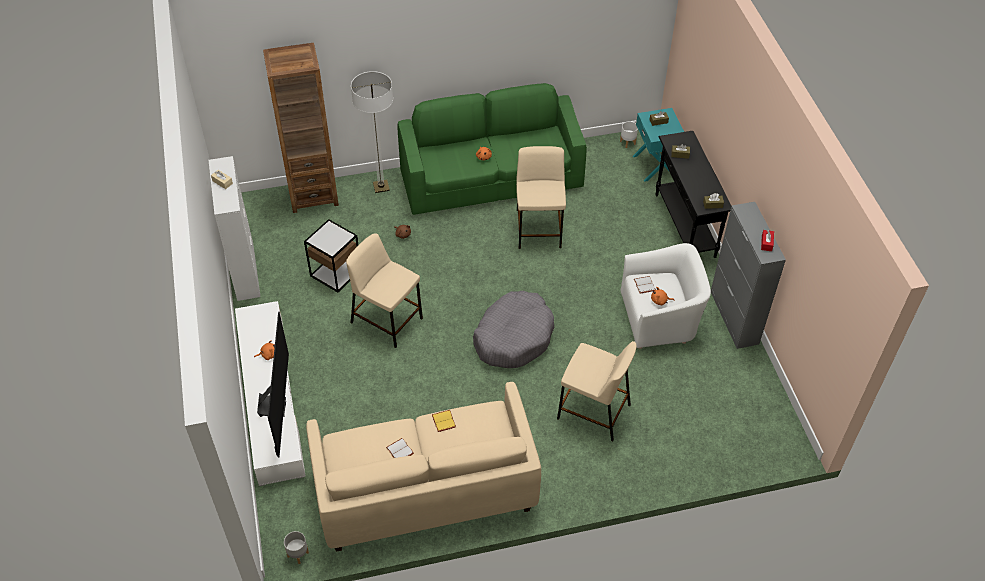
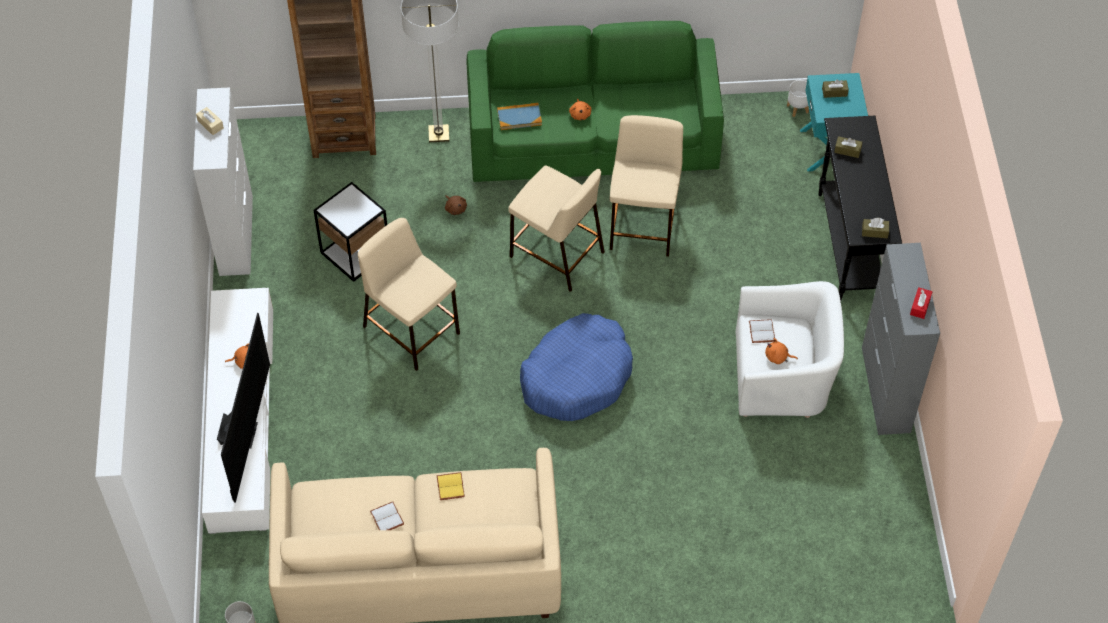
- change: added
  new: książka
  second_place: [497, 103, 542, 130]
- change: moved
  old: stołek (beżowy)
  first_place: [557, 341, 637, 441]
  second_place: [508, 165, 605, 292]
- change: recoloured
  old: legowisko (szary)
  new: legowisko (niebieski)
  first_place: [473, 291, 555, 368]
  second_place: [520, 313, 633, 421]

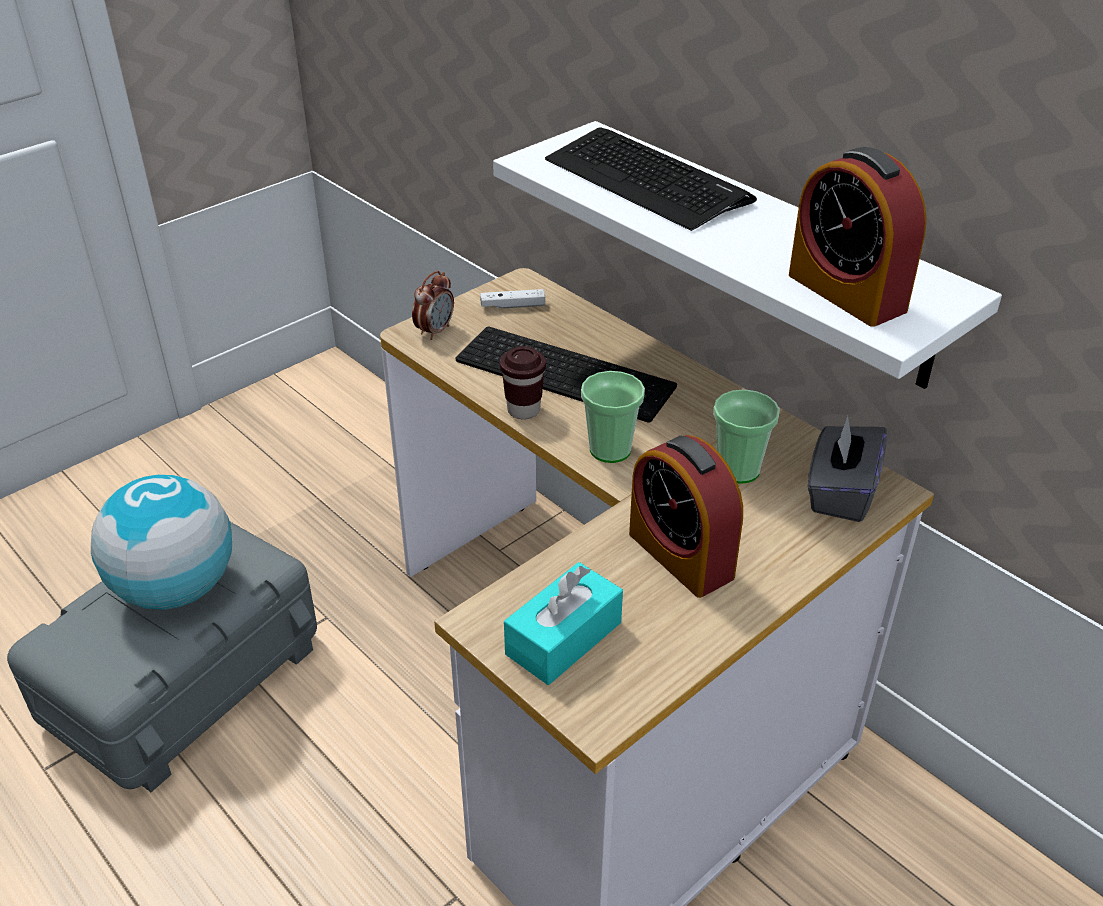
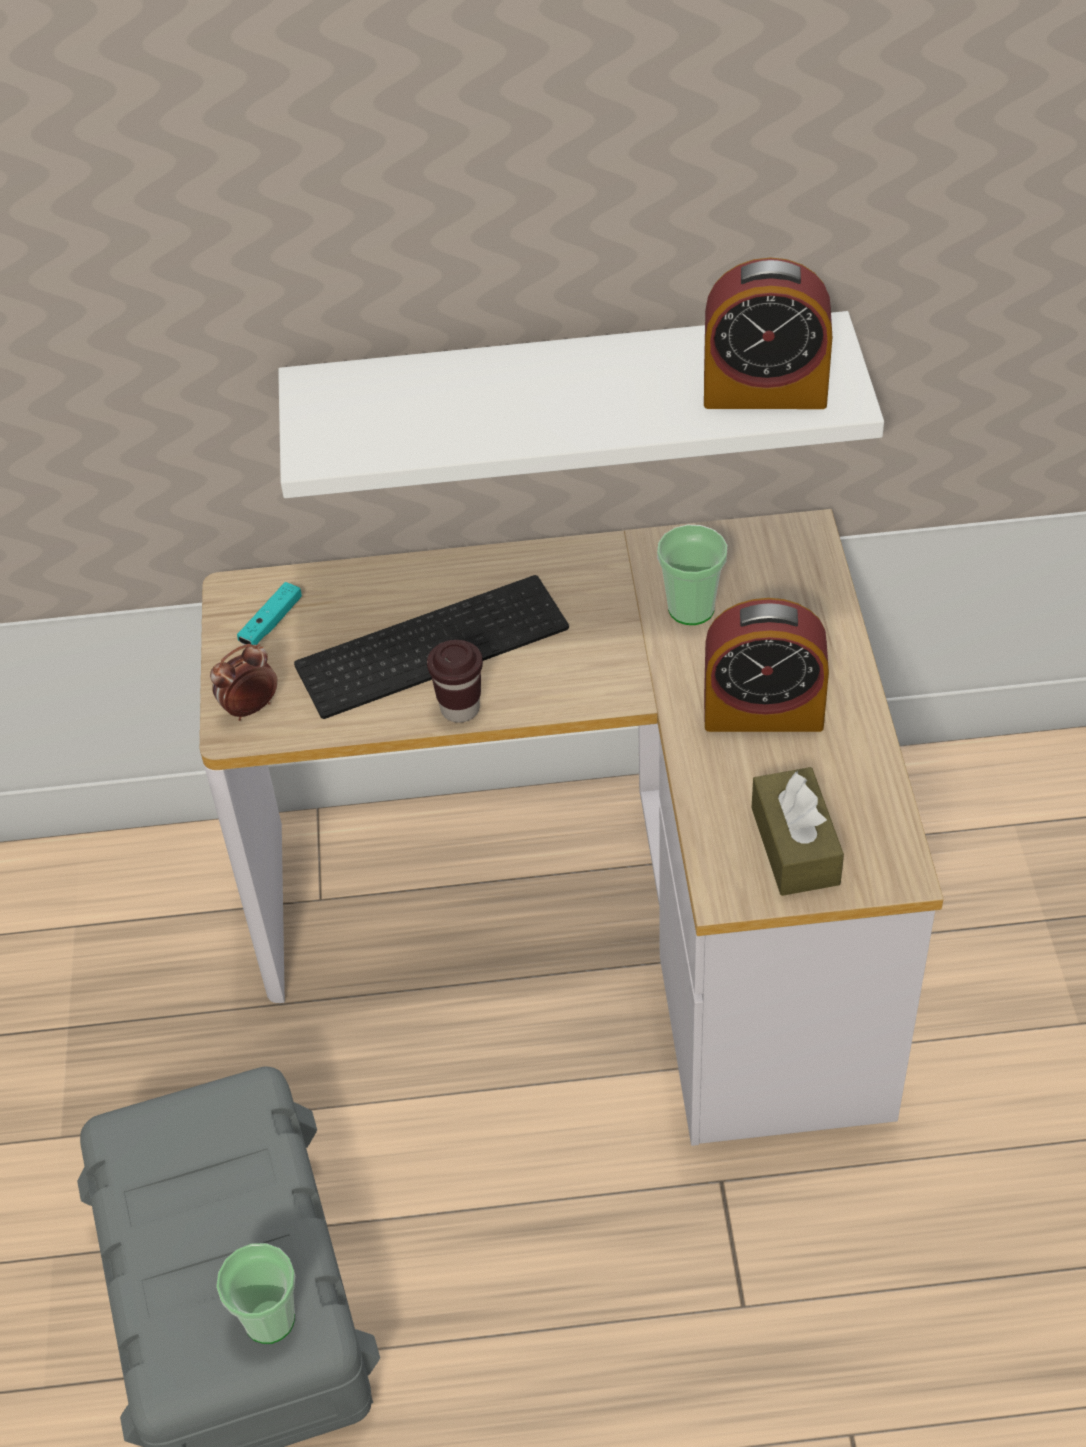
- change: removed
  old: globus
  first_place: [91, 475, 232, 610]
- change: removed
  old: klawiatura
  first_place: [545, 127, 757, 231]
- change: removed
  old: pudełko chusteczek (szary)
  first_place: [808, 416, 887, 522]
- change: moved
  old: filiżanka
  first_place: [581, 371, 645, 463]
  second_place: [216, 1243, 295, 1344]
- change: recoloured
  old: pad do gier (biały)
  new: pad do gier (turkusowy)
  first_place: [480, 289, 545, 309]
  second_place: [237, 582, 302, 645]
- change: recoloured
  old: pudełko chusteczek (turkusowy)
  new: pudełko chusteczek (brązowy)
  first_place: [504, 562, 623, 685]
  second_place: [752, 767, 844, 896]
- change: turned
  old: budzik
  first_place: [412, 271, 454, 340]
  second_place: [210, 644, 278, 721]
  degrees: -105

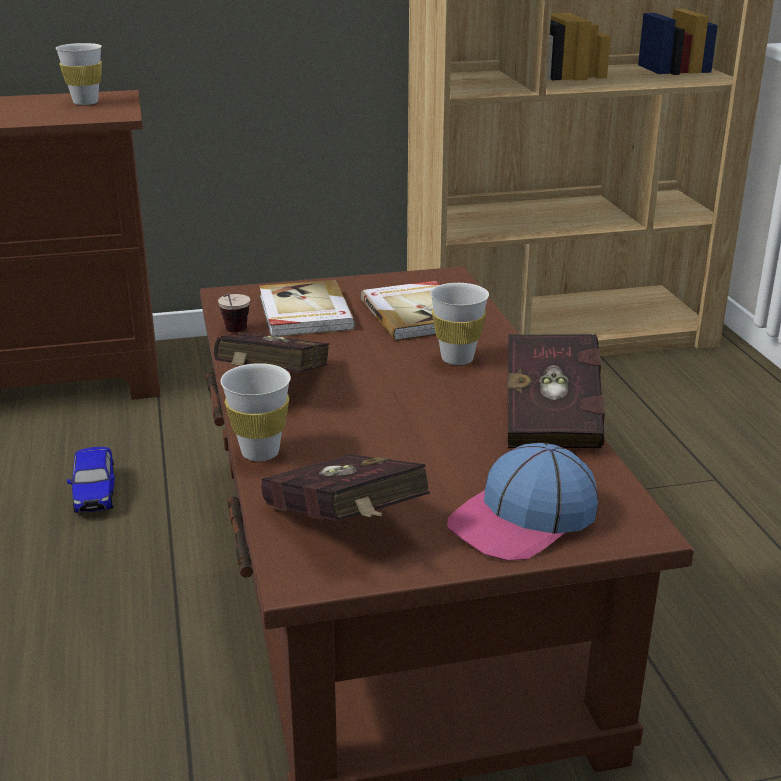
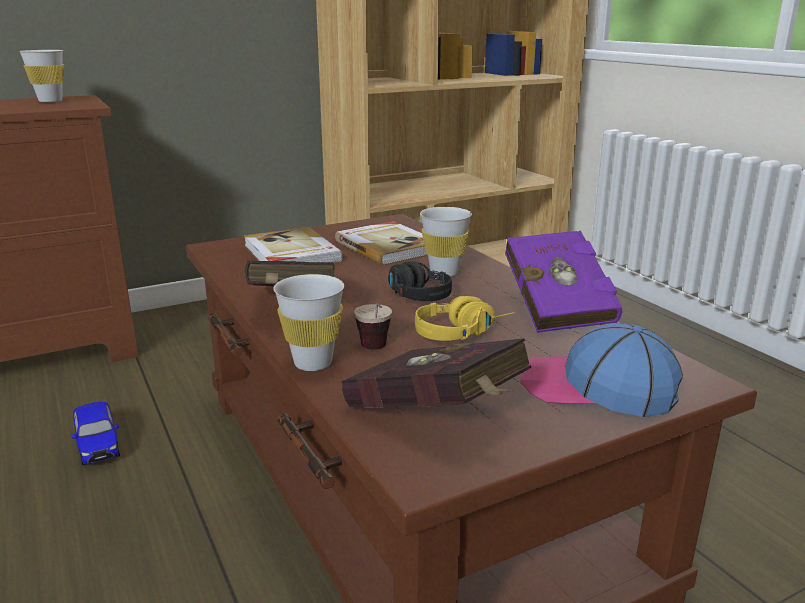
- change: added
  new: słuchawki (czarny)
  second_place: [388, 261, 452, 301]
- change: added
  new: słuchawki (żółty)
  second_place: [415, 296, 514, 341]
- change: moved
  old: filiżanka
  first_place: [218, 293, 250, 332]
  second_place: [354, 304, 392, 350]
- change: recoloured
  old: książka (czerwony)
  new: książka (fioletowy)
  first_place: [508, 333, 605, 448]
  second_place: [505, 231, 623, 333]
- change: turned
  old: czapka z daszkiem
  first_place: [447, 443, 599, 561]
  second_place: [520, 323, 683, 417]
  degrees: 75

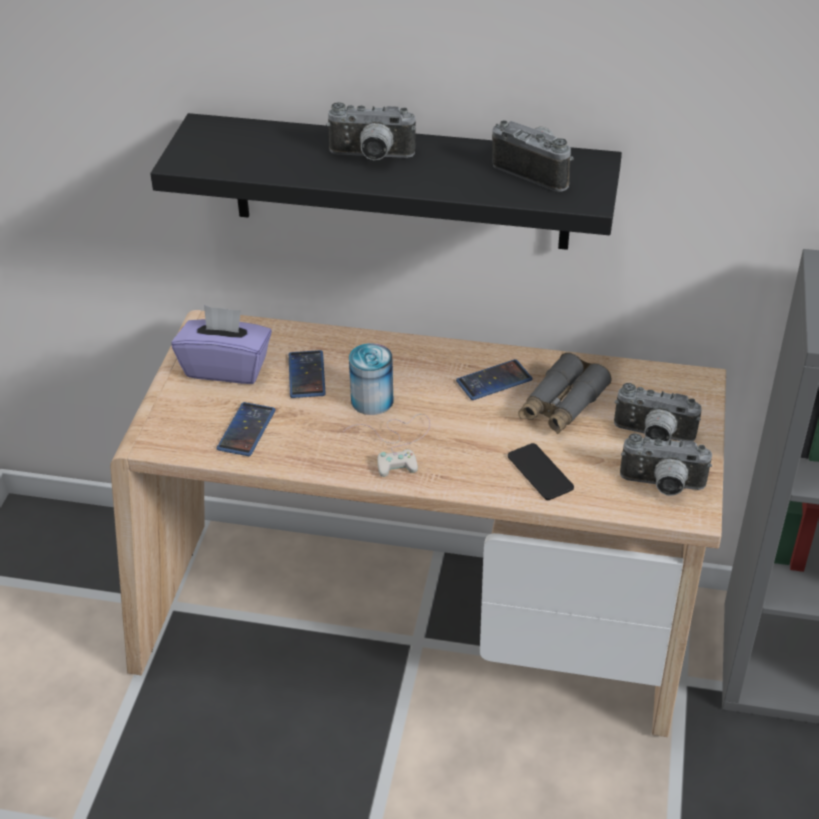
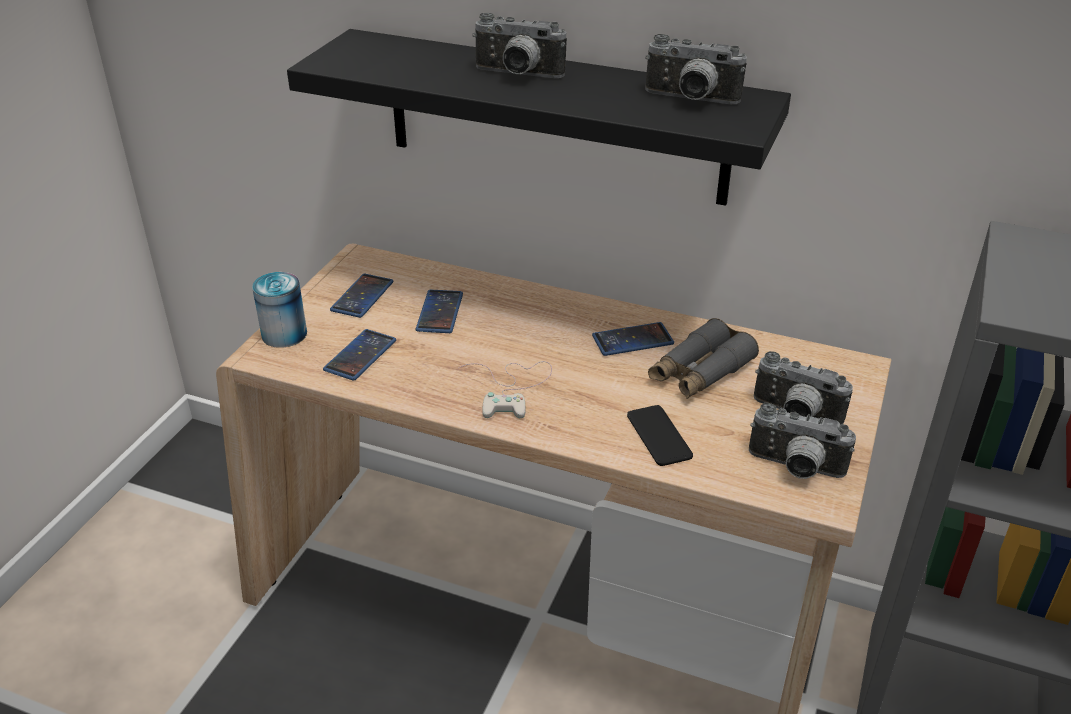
- change: moved
  old: puszka
  first_place: [349, 343, 394, 415]
  second_place: [252, 272, 307, 348]
- change: replaced
  old: pudełko chusteczek (fioletowy)
  new: telefon
  first_place: [171, 305, 272, 384]
  second_place: [330, 273, 393, 318]
- change: turned
  old: aparat fotograficzny
  first_place: [492, 120, 574, 191]
  second_place: [645, 34, 747, 104]
  degrees: 150

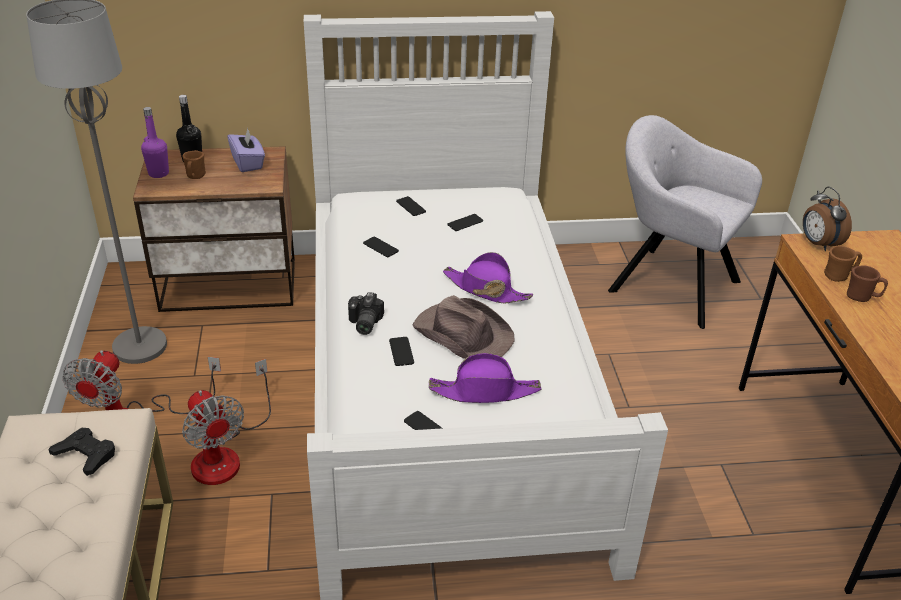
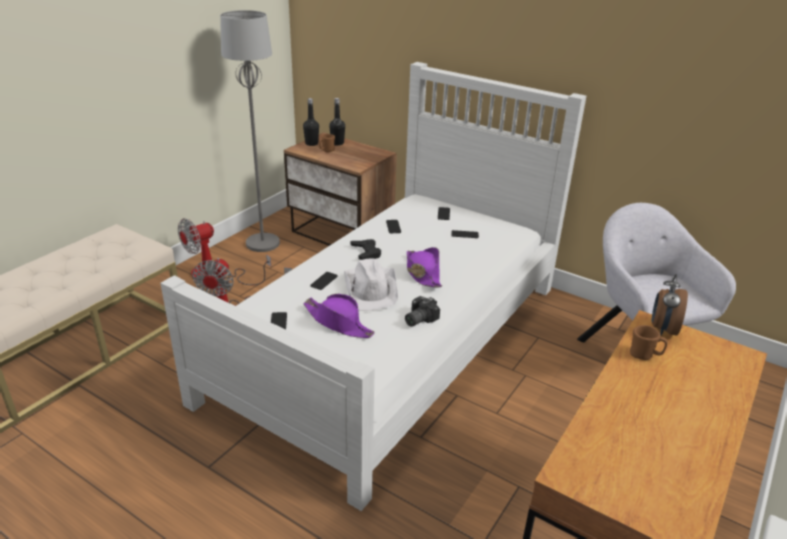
- change: removed
  old: pudełko chusteczek (fioletowy)
  first_place: [227, 128, 265, 172]
- change: removed
  old: kubek (brązowy)
  first_place: [847, 265, 888, 302]
- change: moved
  old: pad do gier (czarny)
  first_place: [48, 428, 115, 476]
  second_place: [350, 239, 381, 260]
- change: moved
  old: aparat fotograficzny
  first_place: [348, 292, 384, 335]
  second_place: [405, 296, 440, 326]
- change: recoloured
  old: butelka (fioletowy)
  new: butelka (czarny)
  first_place: [141, 107, 169, 178]
  second_place: [303, 98, 319, 146]
- change: recoloured
  old: kapelusz (brązowy)
  new: kapelusz (biały)
  first_place: [413, 295, 515, 359]
  second_place: [344, 259, 398, 311]

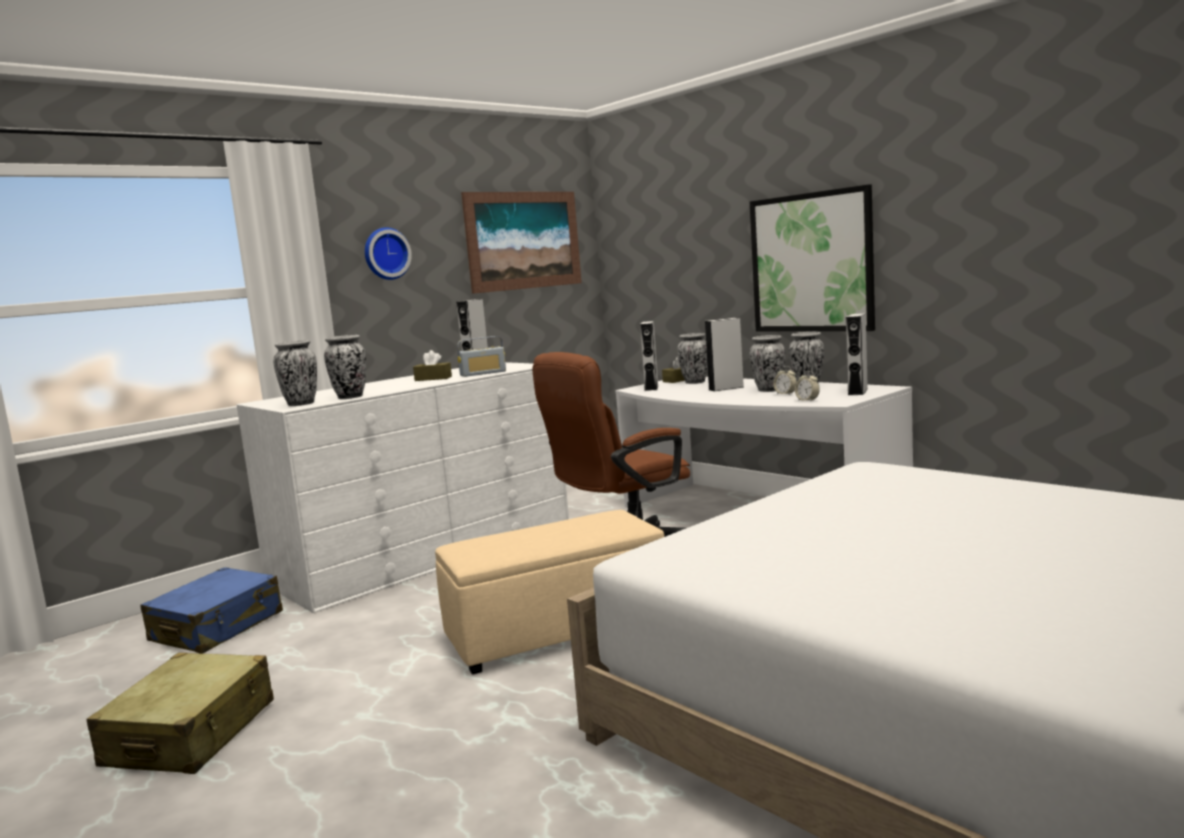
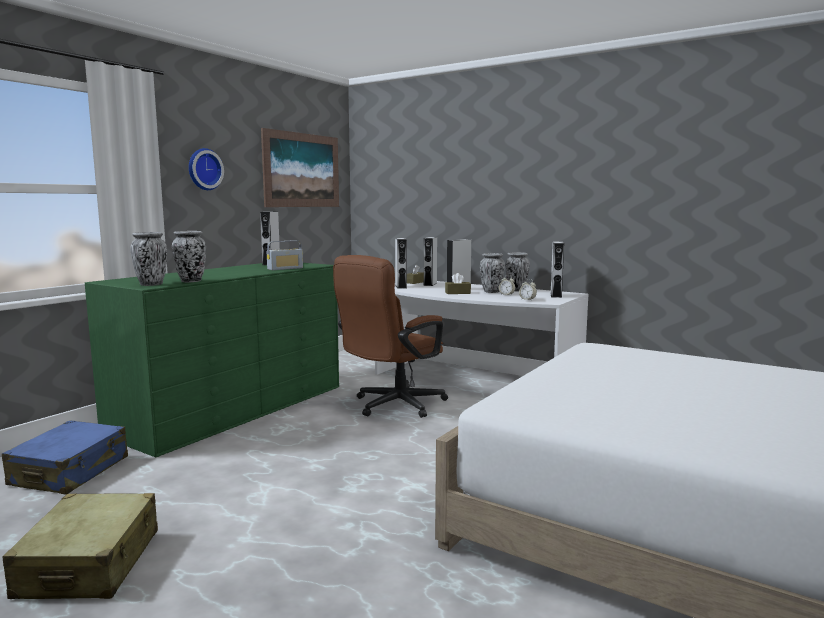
- change: removed
  old: pufa (beżowy)
  first_place: [435, 510, 665, 675]
- change: removed
  old: obraz
  first_place: [750, 184, 875, 331]
- change: moved
  old: pudełko chusteczek (brązowy)
  first_place: [413, 350, 452, 381]
  second_place: [445, 273, 471, 294]
- change: replaced
  old: wazon
  new: głośnik (szary)
  first_place: [677, 333, 708, 384]
  second_place: [424, 237, 437, 286]
- change: recoloured
  old: komoda (biały)
  new: komoda (zielony)
  first_place: [237, 362, 569, 613]
  second_place: [85, 263, 339, 458]

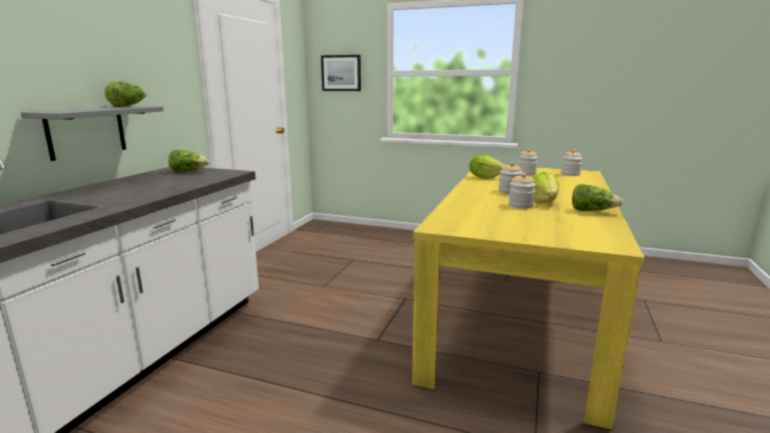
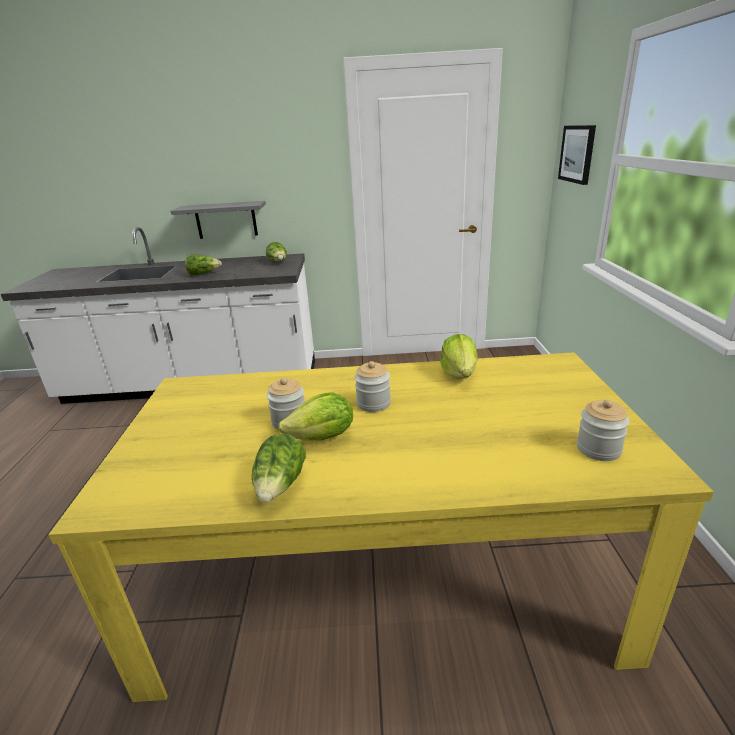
- change: removed
  old: słoik
  first_place: [518, 149, 538, 175]
- change: moved
  old: sałata
  first_place: [105, 81, 147, 107]
  second_place: [185, 255, 222, 275]

